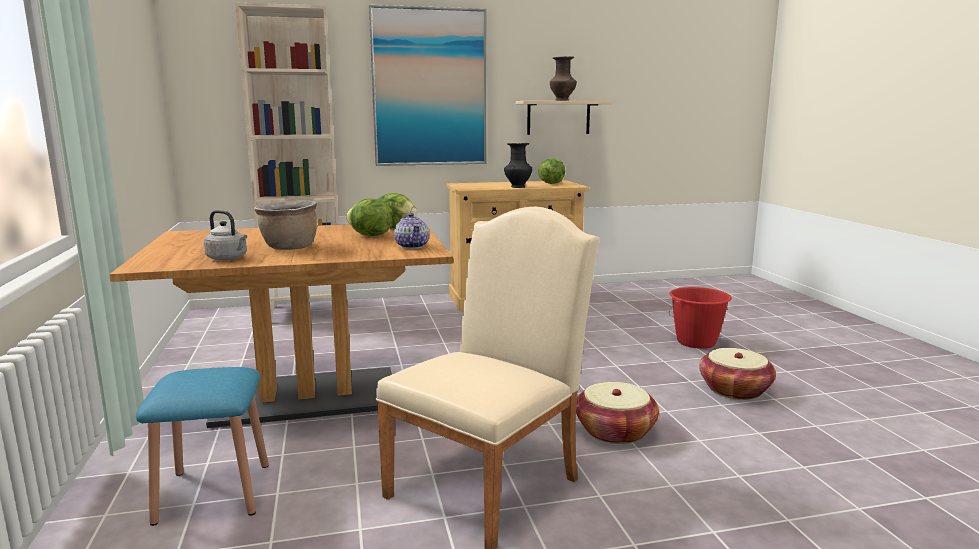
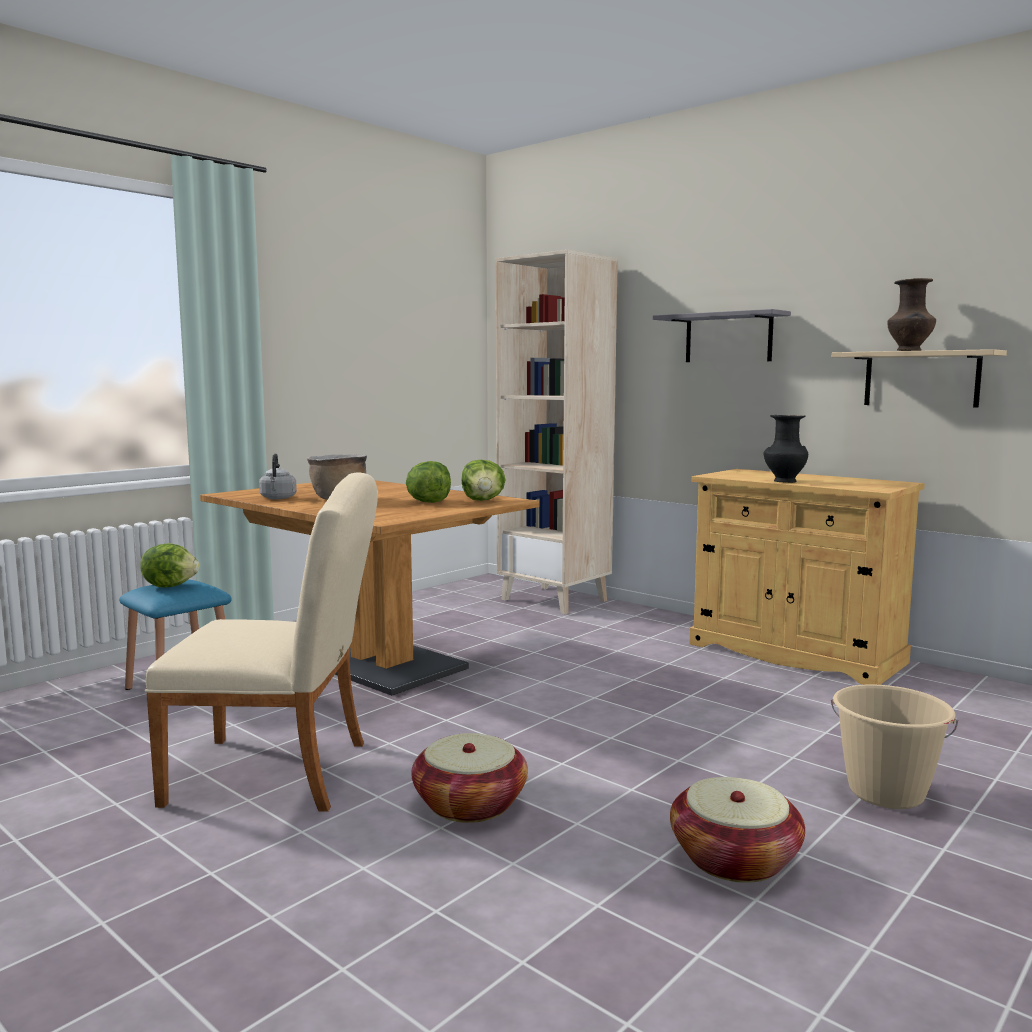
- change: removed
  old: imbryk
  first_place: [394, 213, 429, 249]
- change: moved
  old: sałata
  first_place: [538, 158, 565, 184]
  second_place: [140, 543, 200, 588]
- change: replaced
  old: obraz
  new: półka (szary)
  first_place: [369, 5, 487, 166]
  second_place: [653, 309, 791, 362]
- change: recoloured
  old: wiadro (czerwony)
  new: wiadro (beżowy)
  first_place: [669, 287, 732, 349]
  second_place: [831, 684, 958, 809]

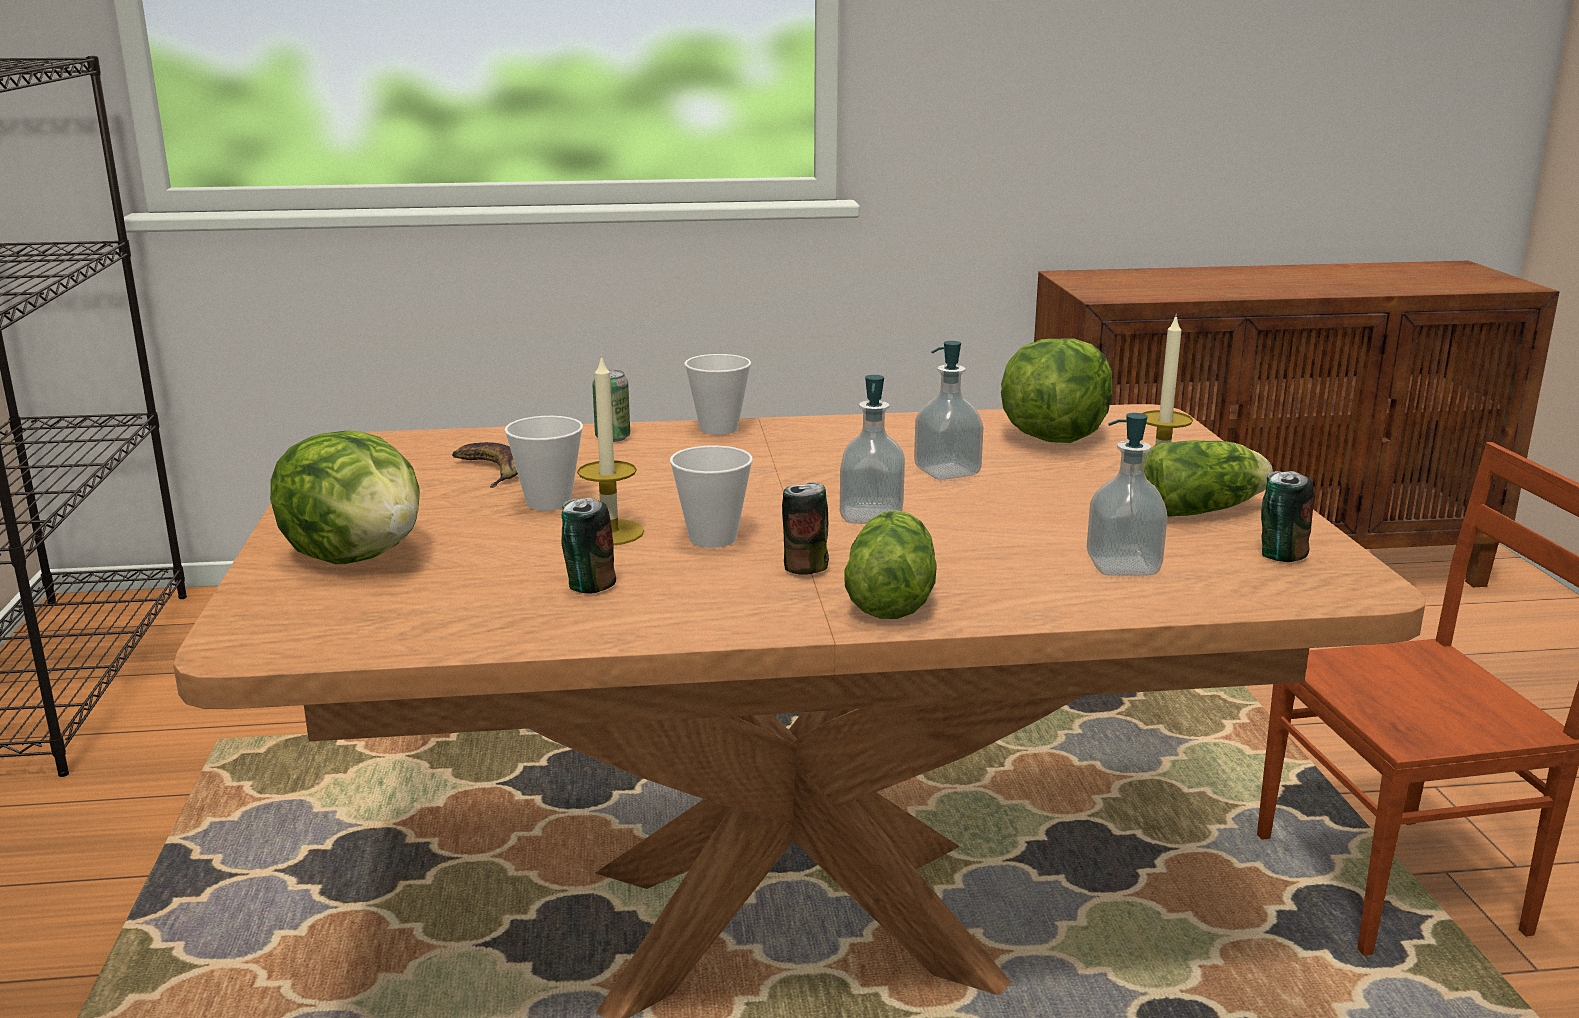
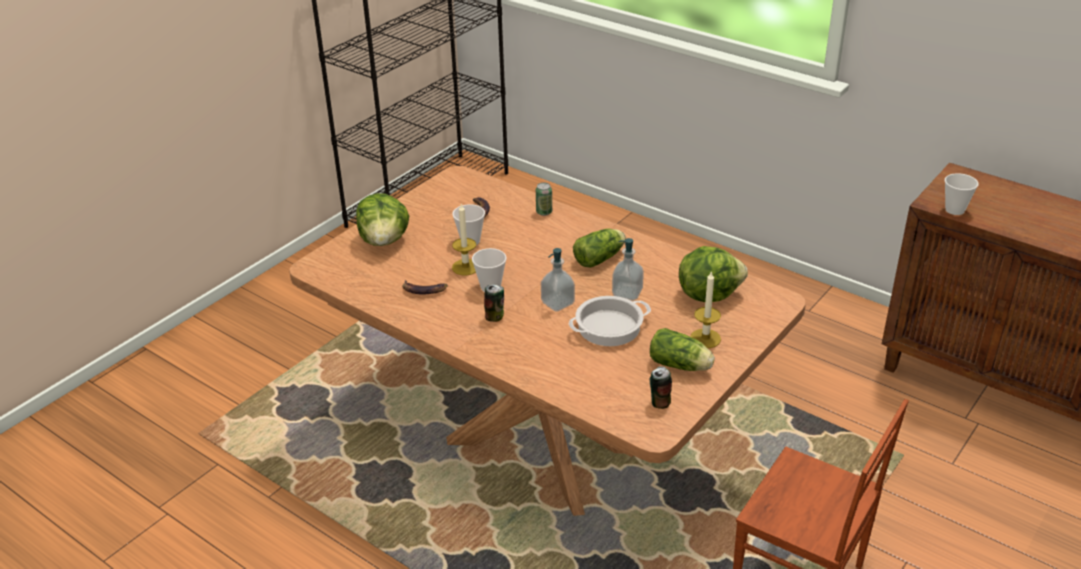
- change: removed
  old: dozownik mydła
  first_place: [1087, 413, 1168, 576]
- change: added
  new: garnek
  second_place: [569, 296, 651, 346]
- change: moved
  old: filiżanka
  first_place: [684, 354, 751, 435]
  second_place: [945, 173, 979, 215]
- change: moved
  old: sałata
  first_place: [844, 510, 937, 619]
  second_place: [573, 228, 626, 268]
- change: replaced
  old: puszka
  new: banan
  first_place: [561, 497, 616, 594]
  second_place: [402, 280, 448, 295]

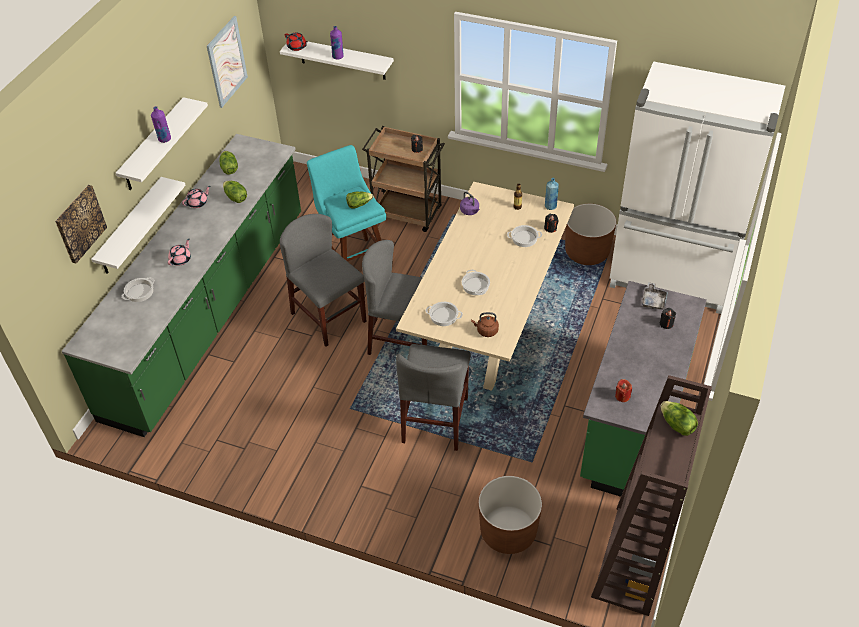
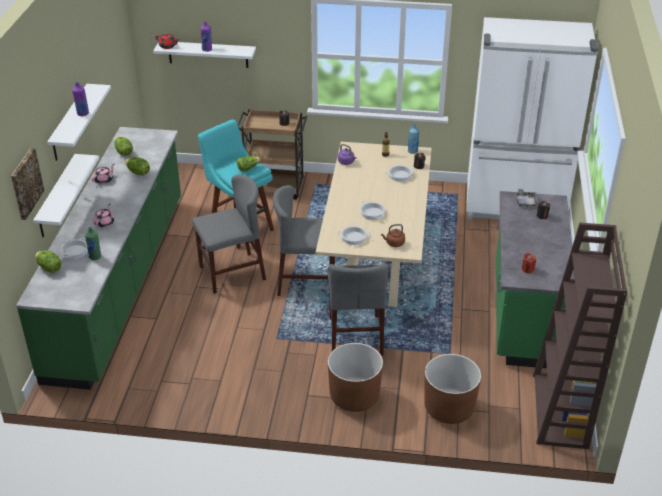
- change: removed
  old: obraz
  first_place: [207, 16, 248, 108]
- change: added
  new: butelka (zielony)
  second_place: [85, 227, 101, 260]
- change: moved
  old: donica (brązowy)
  first_place: [565, 204, 616, 265]
  second_place: [328, 343, 383, 412]
- change: moved
  old: sałata
  first_place: [660, 401, 698, 436]
  second_place: [35, 251, 61, 273]
- change: turned
  old: krzesło (szary)
  first_place: [280, 214, 366, 347]
  second_place: [192, 174, 266, 294]
  degrees: 120

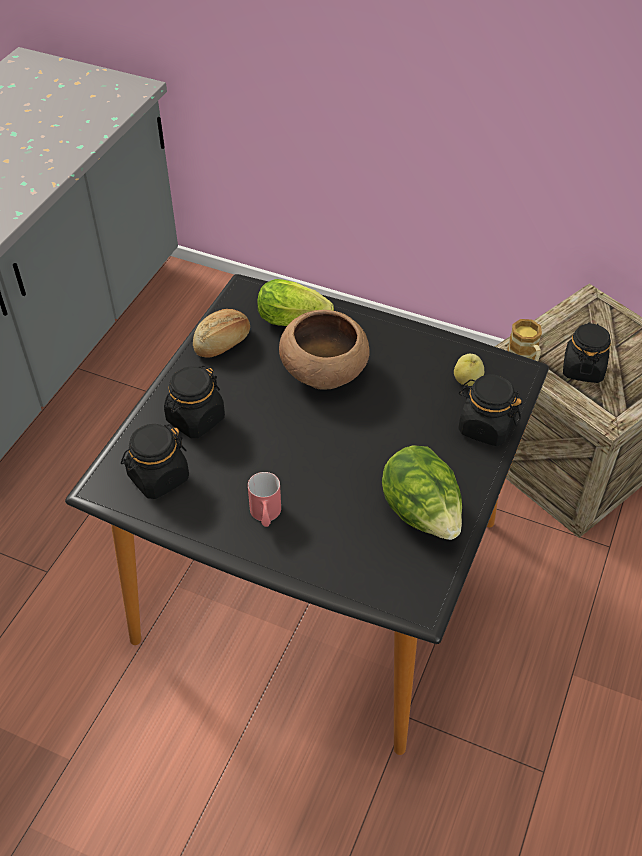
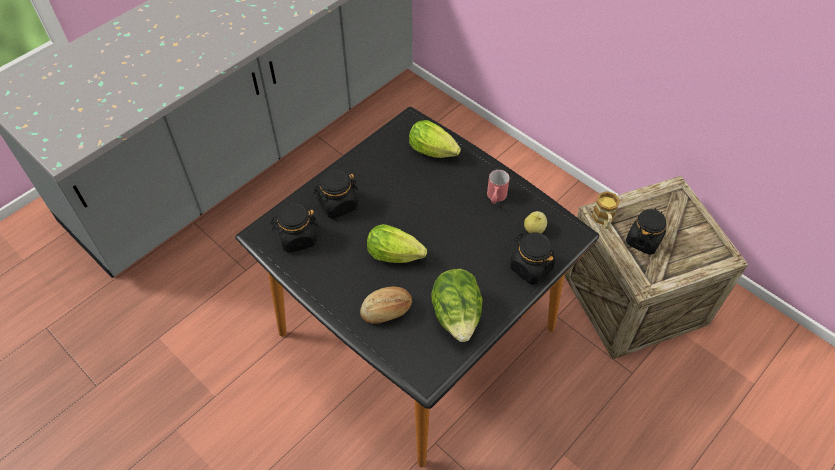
- change: removed
  old: miska (brązowy)
  first_place: [279, 310, 370, 390]
- change: added
  new: sałata
  second_place: [367, 224, 427, 263]
- change: moved
  old: chleb
  first_place: [193, 309, 250, 358]
  second_place: [360, 286, 412, 324]
- change: moved
  old: kubek (czerwony)
  first_place: [248, 472, 281, 527]
  second_place: [487, 170, 510, 204]

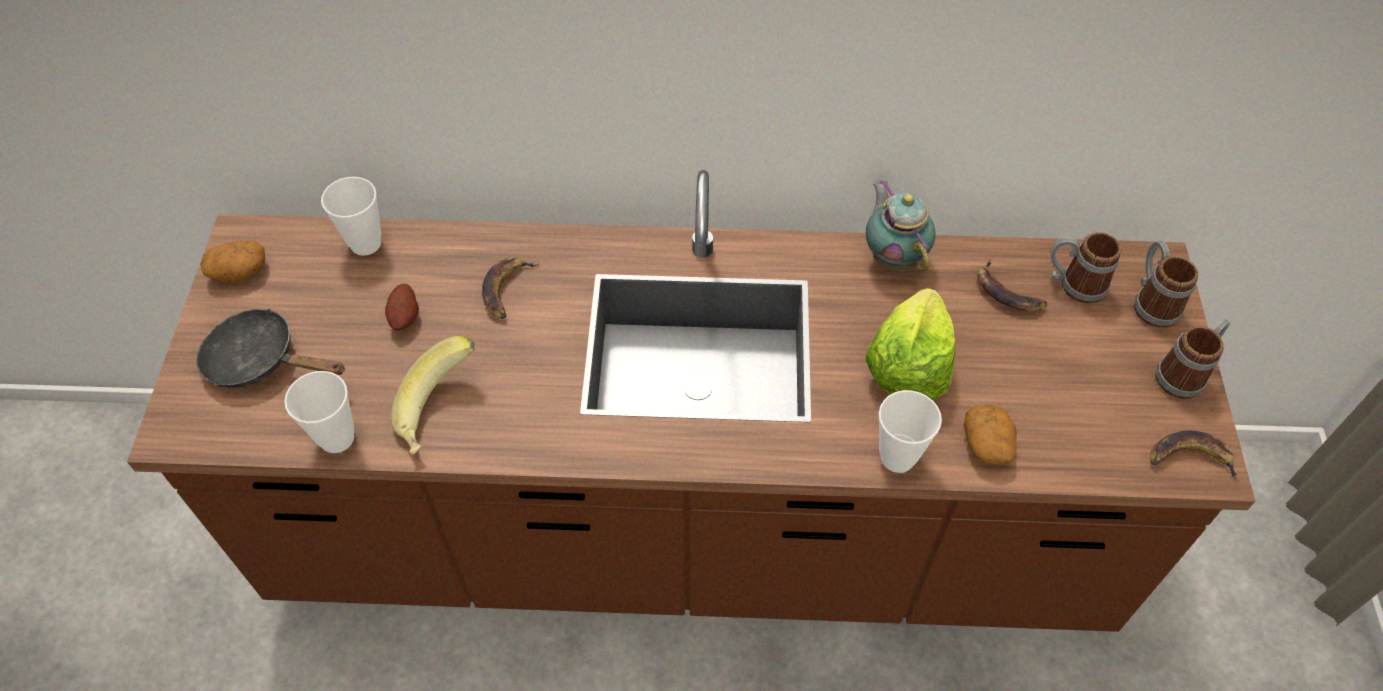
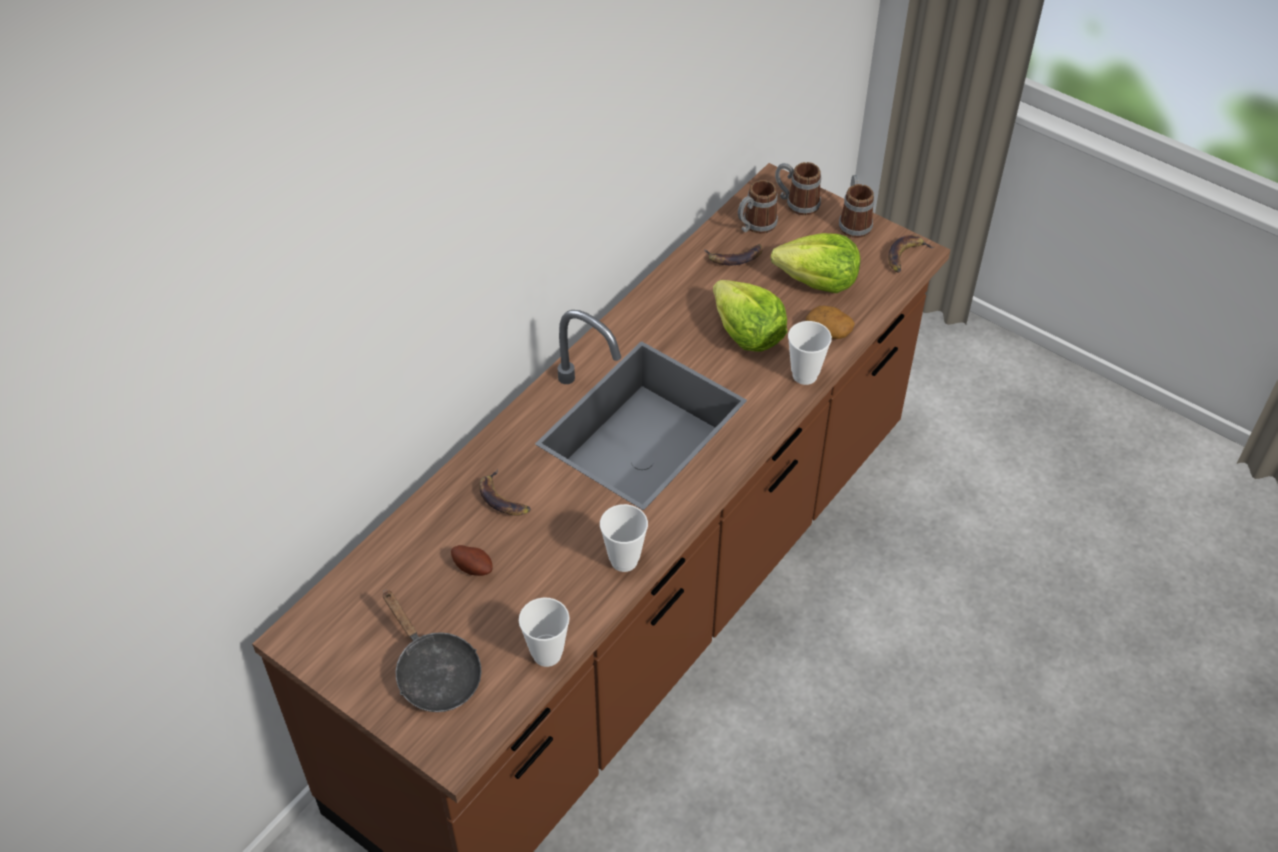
- change: removed
  old: ziemniak
  first_place: [200, 241, 265, 282]
- change: removed
  old: banan
  first_place: [391, 336, 475, 455]
- change: removed
  old: imbryk
  first_place: [866, 180, 935, 271]
- change: added
  new: sałata
  second_place: [771, 233, 860, 293]
- change: moved
  old: filiżanka
  first_place: [321, 177, 381, 256]
  second_place: [600, 504, 648, 572]
- change: turned
  old: patelnia (czarny)
  first_place: [196, 308, 345, 388]
  second_place: [383, 590, 482, 712]
  degrees: -90

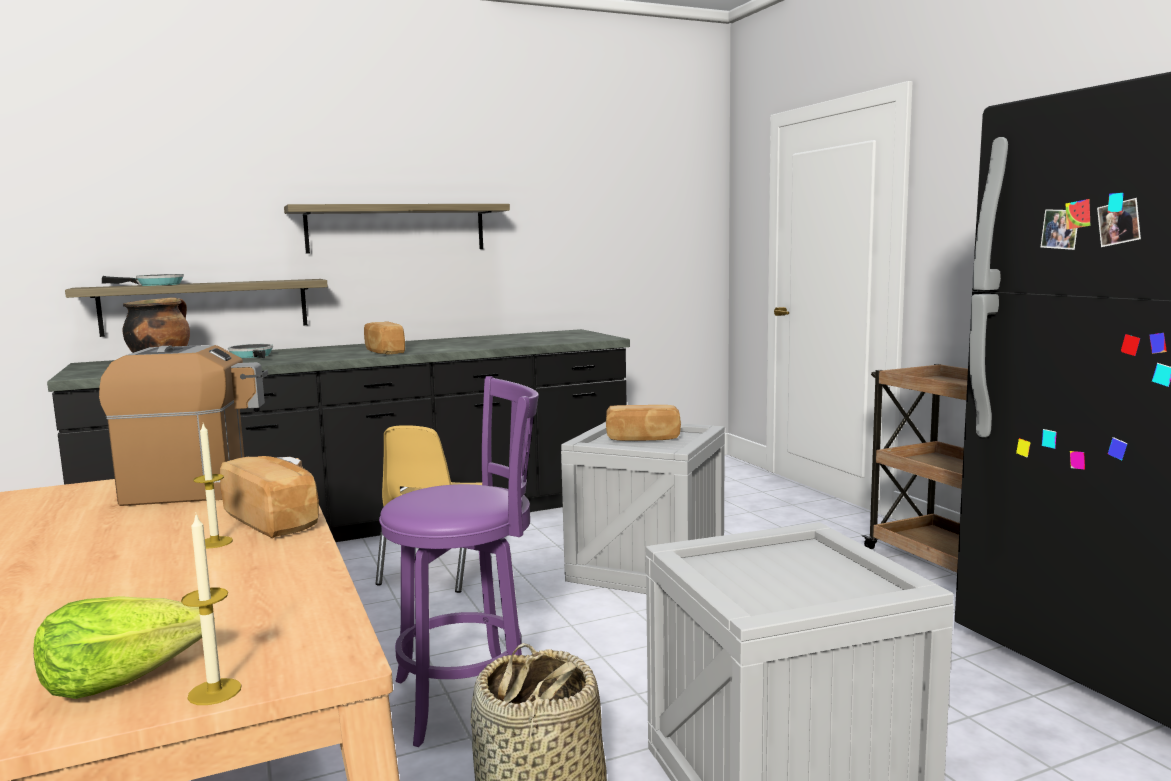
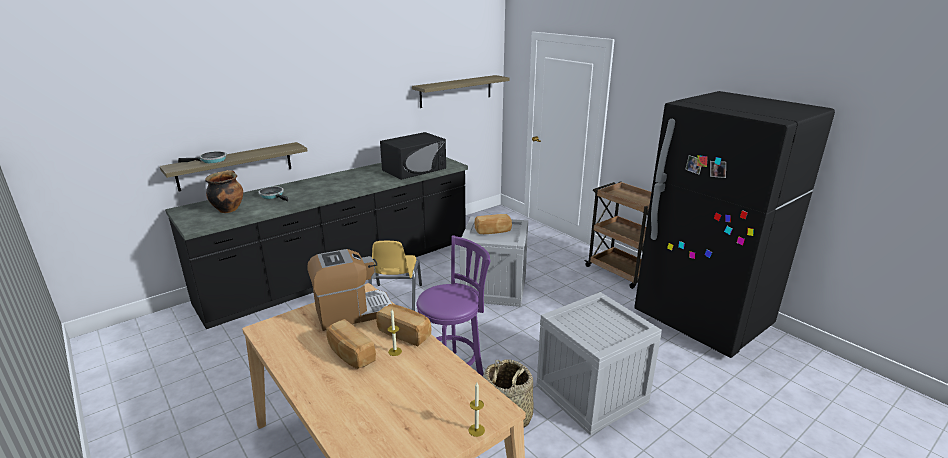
- change: removed
  old: sałata
  first_place: [33, 596, 215, 699]
- change: added
  new: mikrofalówka (czarny)
  second_place: [380, 132, 446, 180]
- change: moved
  old: półka
  first_place: [284, 204, 510, 254]
  second_place: [412, 75, 510, 108]
- change: moved
  old: chleb
  first_place: [364, 321, 405, 354]
  second_place: [326, 319, 376, 369]

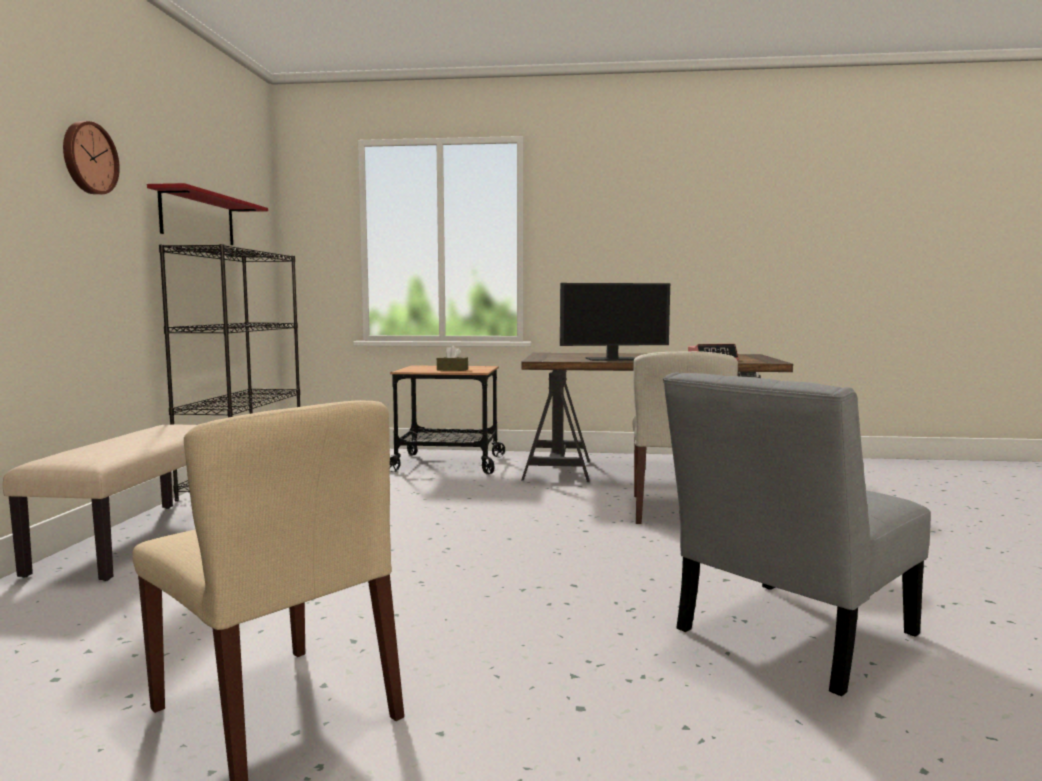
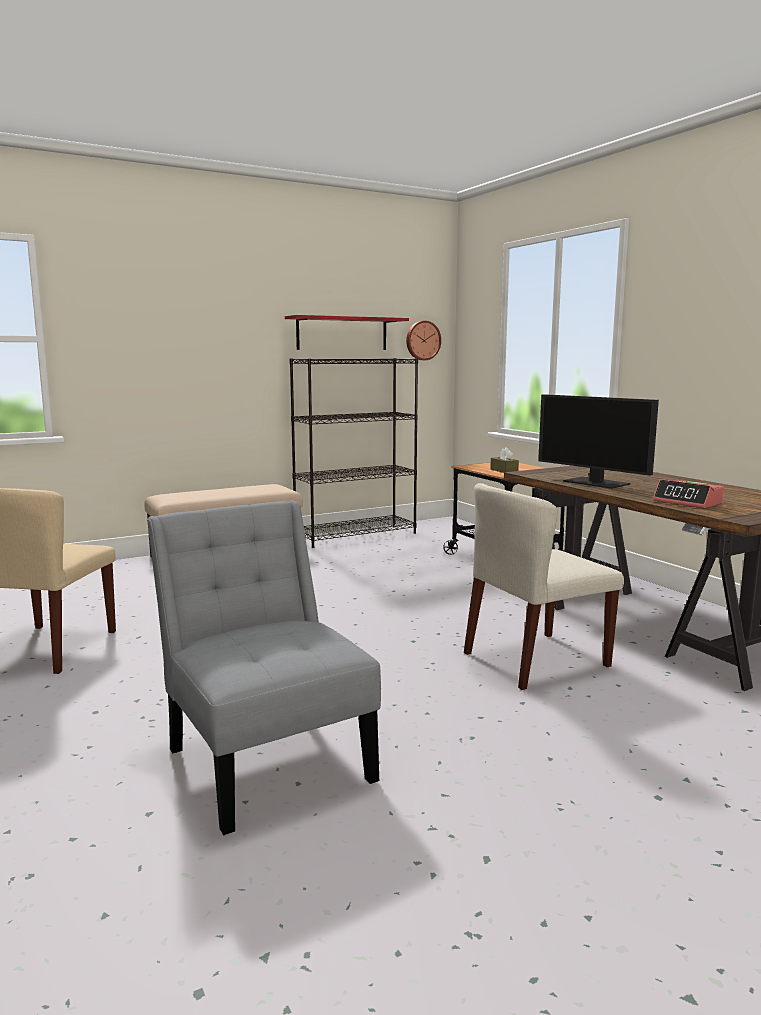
- change: moved
  old: zegar ścienny
  first_place: [63, 121, 120, 195]
  second_place: [406, 321, 441, 360]
- change: turned
  old: krzesło (szary)
  first_place: [663, 372, 931, 696]
  second_place: [147, 500, 381, 835]
  degrees: 45

